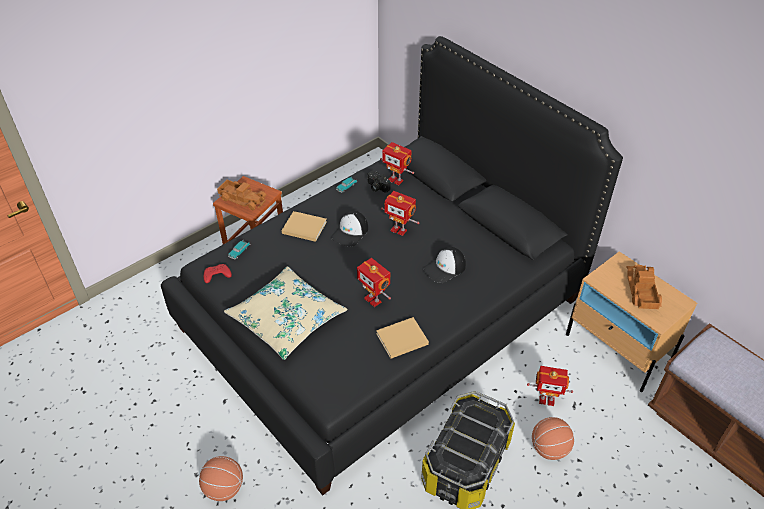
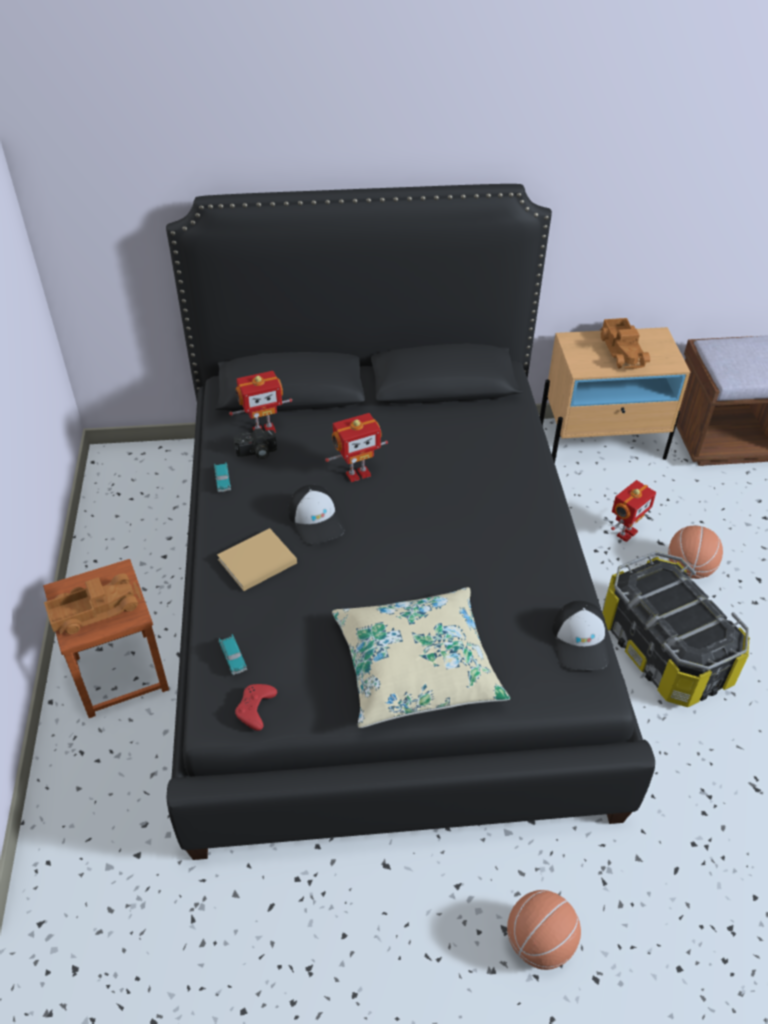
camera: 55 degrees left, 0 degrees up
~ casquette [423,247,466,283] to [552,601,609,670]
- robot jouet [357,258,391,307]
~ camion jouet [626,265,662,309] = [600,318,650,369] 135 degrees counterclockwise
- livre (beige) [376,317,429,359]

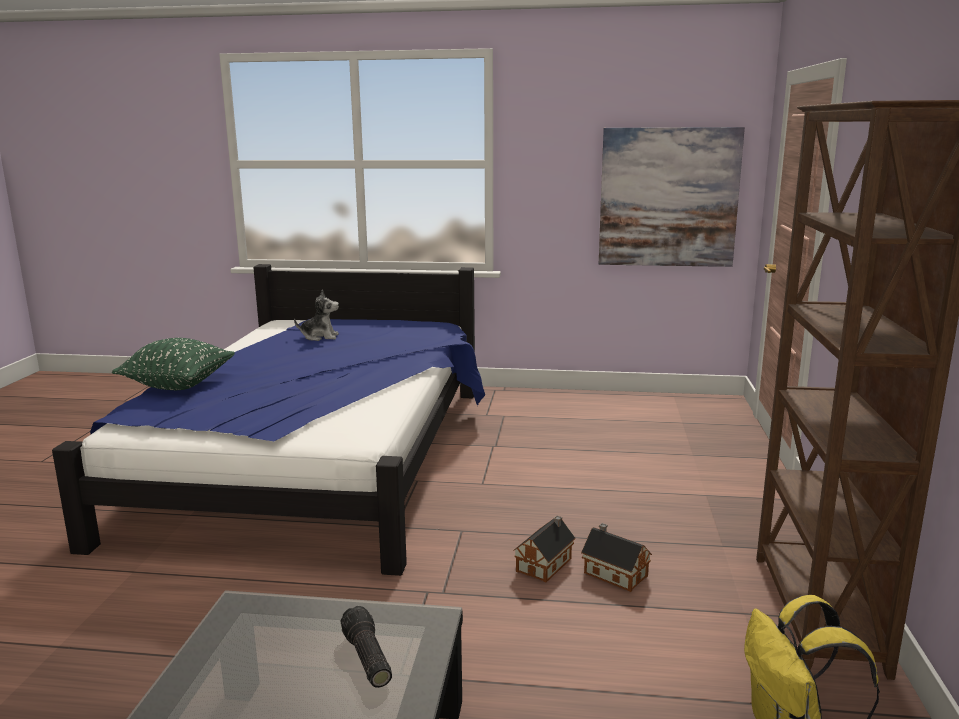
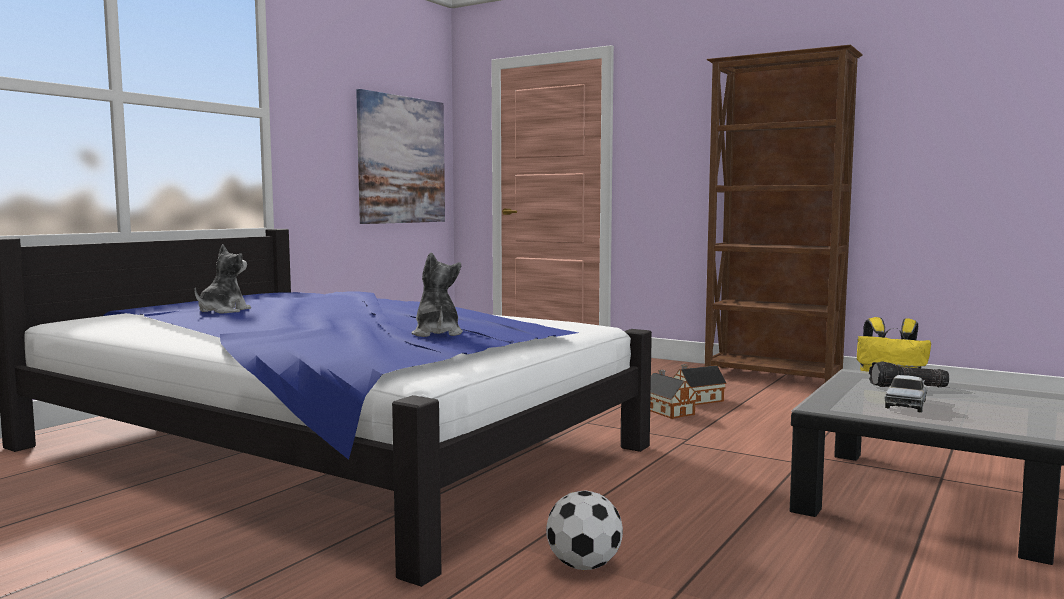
camera: 65 degrees left, 10 degrees down
- coussin (vert) [112,338,235,390]
+ peluche [412,252,463,337]
+ camion jouet [884,375,927,412]
+ ballon de foot [546,490,623,570]

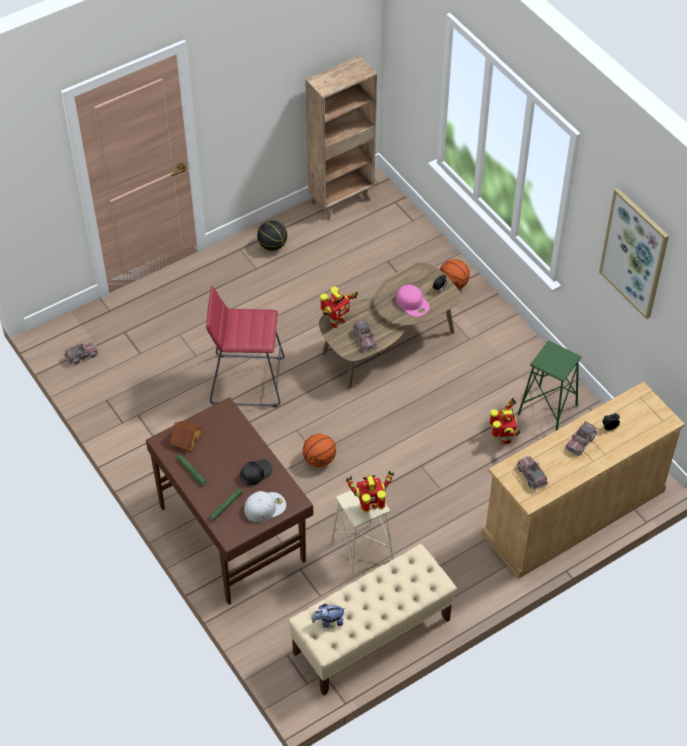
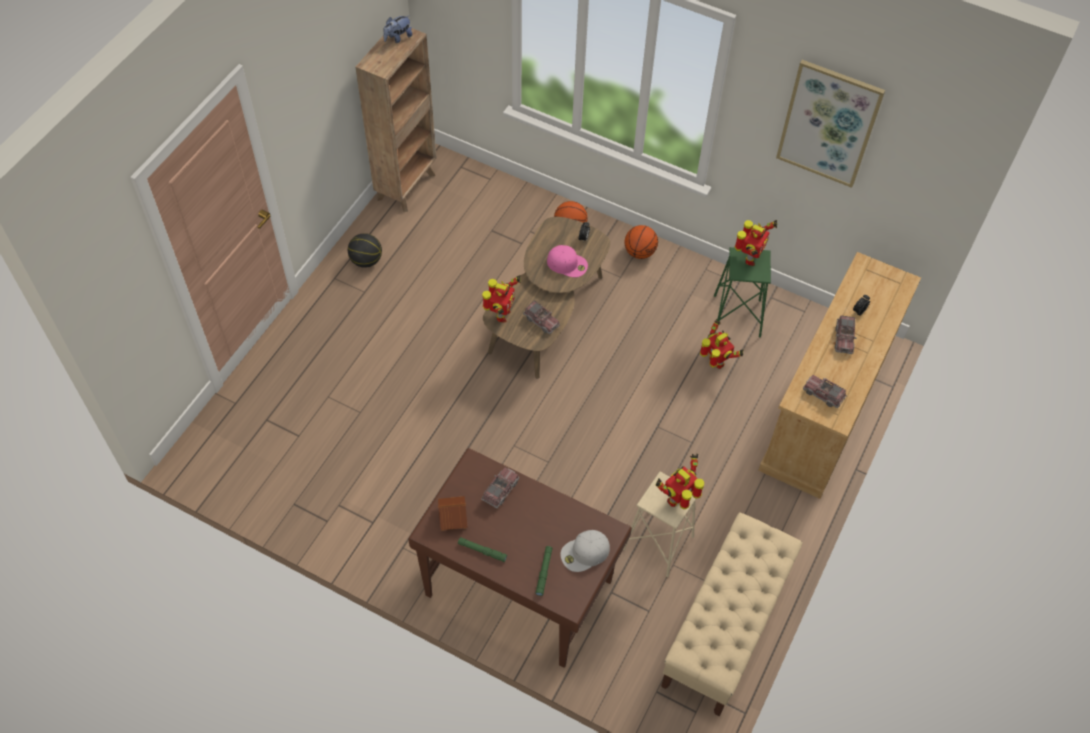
camera: 30 degrees left, 5 degrees up
- tabouret (rouge) [206,286,284,407]
~ camion jouet [64,342,98,365] to [481,468,519,508]
~ ballon de basket [303,434,336,467] to [624,225,658,259]
- casquette (noir) [240,460,272,485]
~ casquette (blanc) [244,491,286,522] = [561,530,610,572] 150 degrees counterclockwise
~ peluche [312,603,345,628] to [383,15,412,43]
+ robot jouet [735,220,777,266]

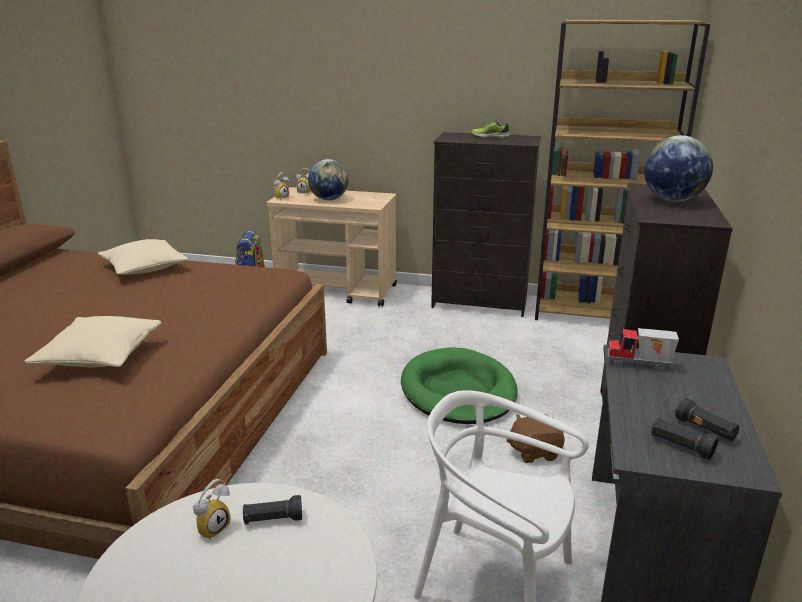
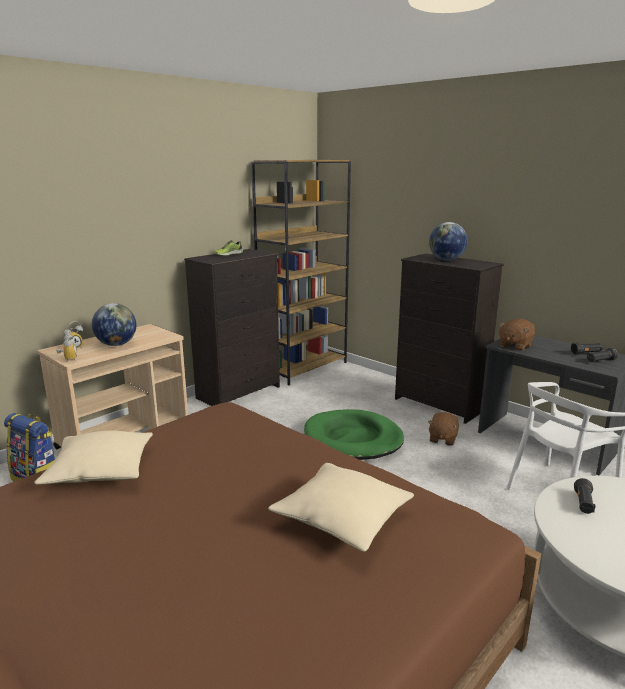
camera: 60 degrees left, 5 degrees down
~ camion jouet [607,328,679,371] to peluche (marron) [498,319,535,351]
- réveil [192,479,230,540]

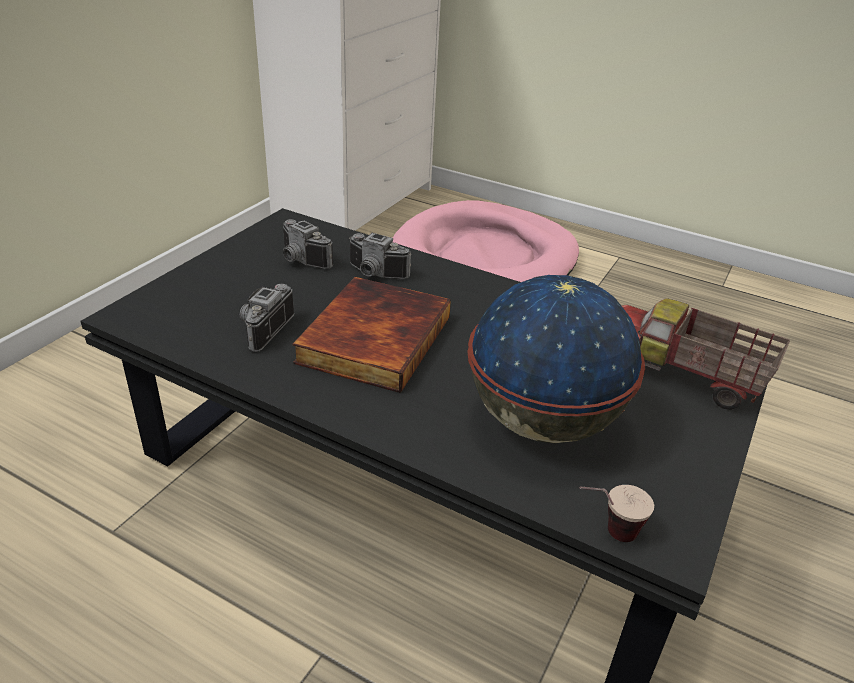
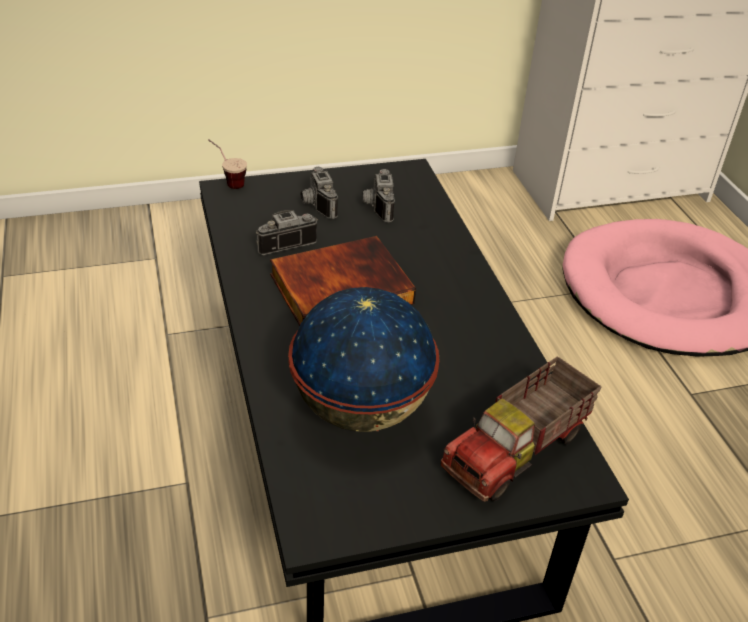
camera: 45 degrees right, 5 degrees up
~ appareil photo [349,233,411,279] to [301,167,338,219]
~ camion jouet [621,298,790,410] = [441,357,601,502] 120 degrees counterclockwise
~ tasse [580,485,654,542] to [208,139,247,189]

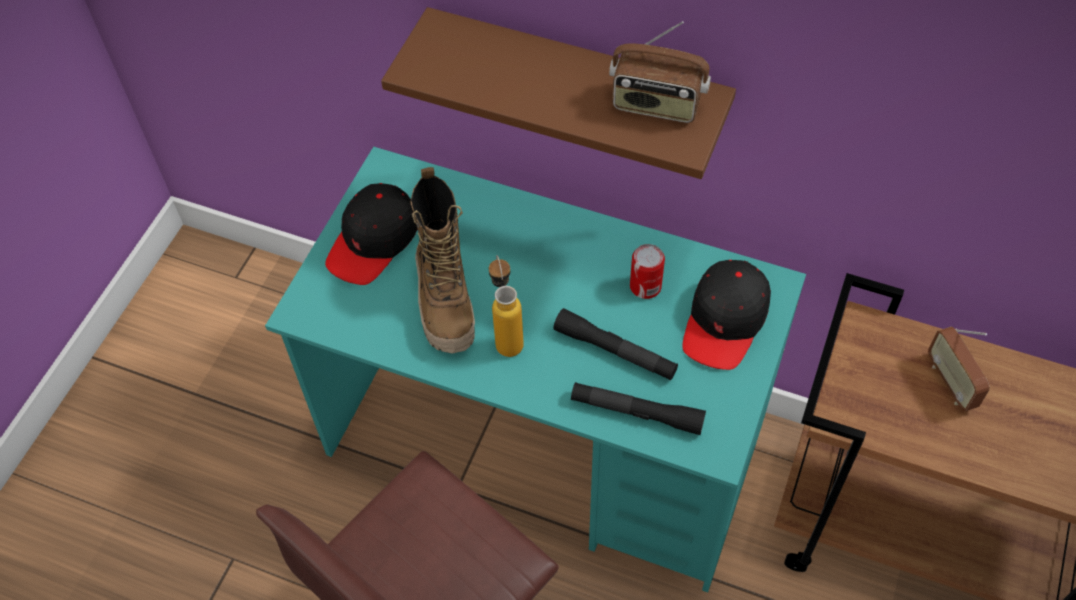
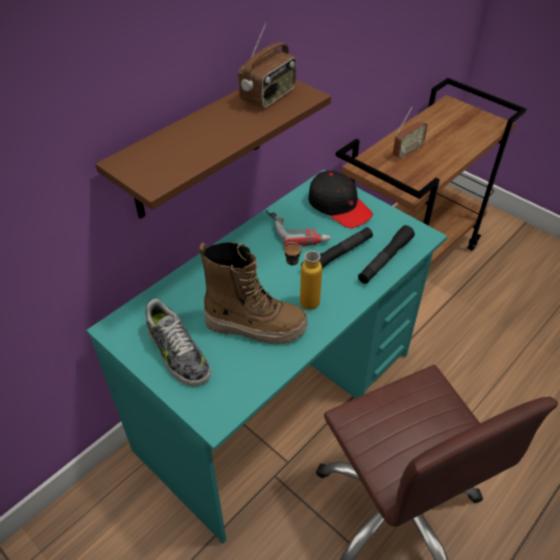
camera: 70 degrees left, 10 degrees down
~ casquette (noir) [325,183,417,285] to chaussure [145,299,211,386]
~ boîte métallique [630,244,665,299] to perceuse [266,210,331,247]
~ radio [928,326,990,411] = [393,107,428,159] 45 degrees counterclockwise

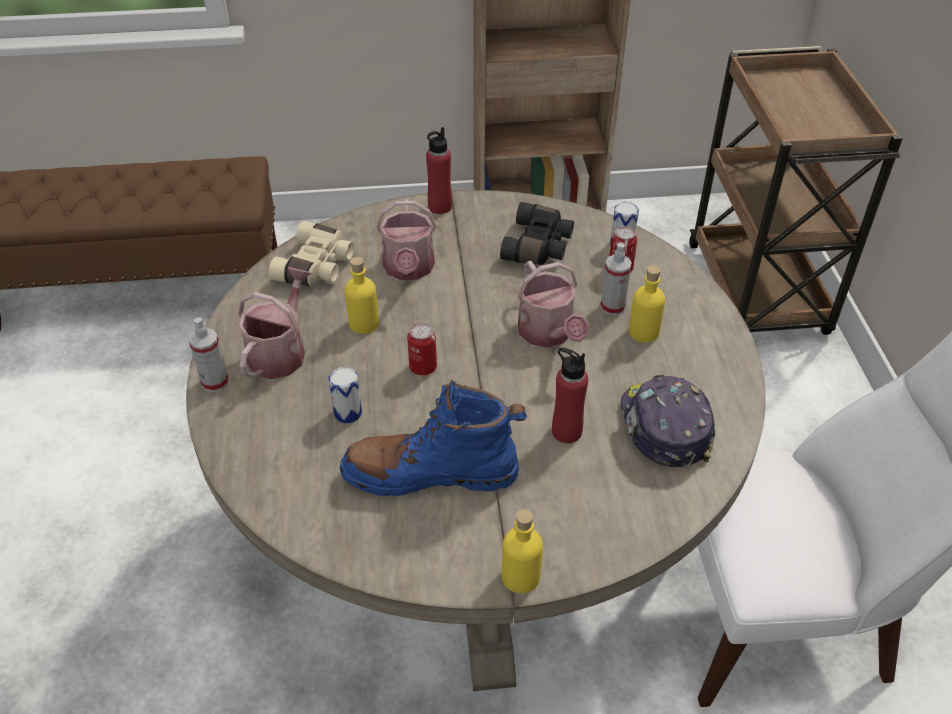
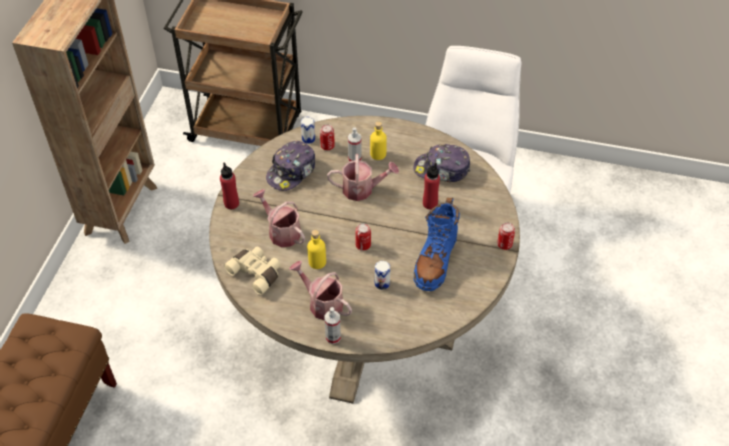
camera: 70 degrees left, 5 degrees up
~ arrosoir [377,200,436,280] = [253,189,305,247] 150 degrees counterclockwise
~ jumelles (noir) [500,202,574,265] to casquette [266,141,315,191]
~ bouteille (jaune) [502,509,543,594] to boîte métallique [497,222,515,250]

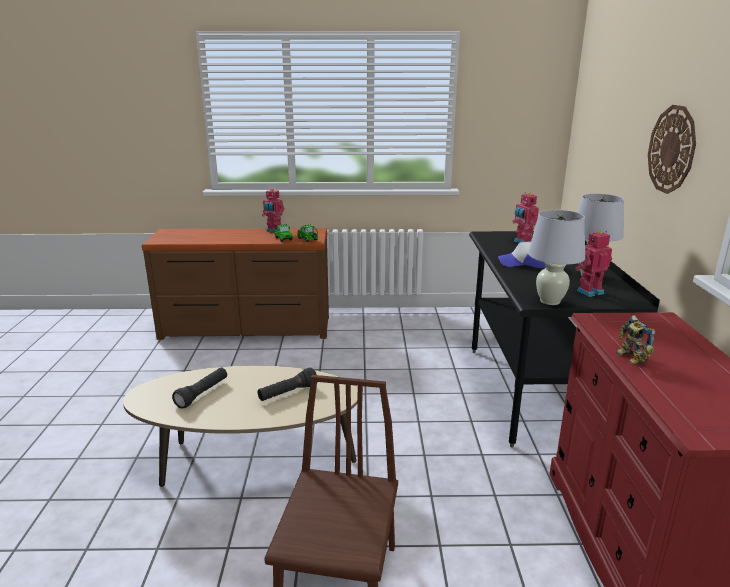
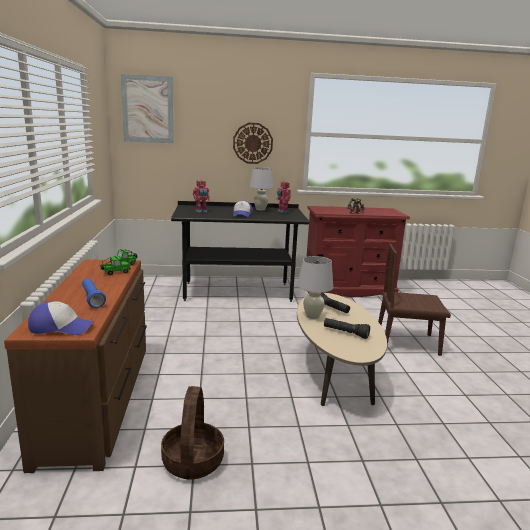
camera: 95 degrees left, 5 degrees down
- robot jouet [262,189,285,233]
~ lampe de table (blanc) [528,210,585,305] to [297,256,333,319]
+ tableau [121,74,174,143]
+ lampe de poche (bleu) [82,278,106,308]
+ casquette [28,301,93,335]
+ panier [161,386,224,479]

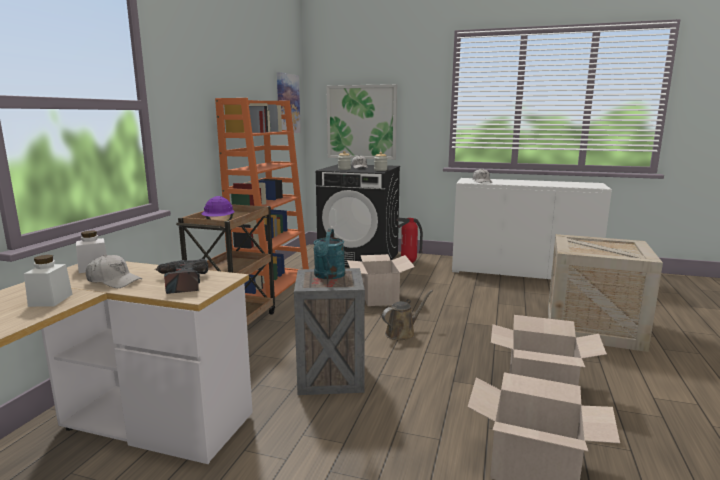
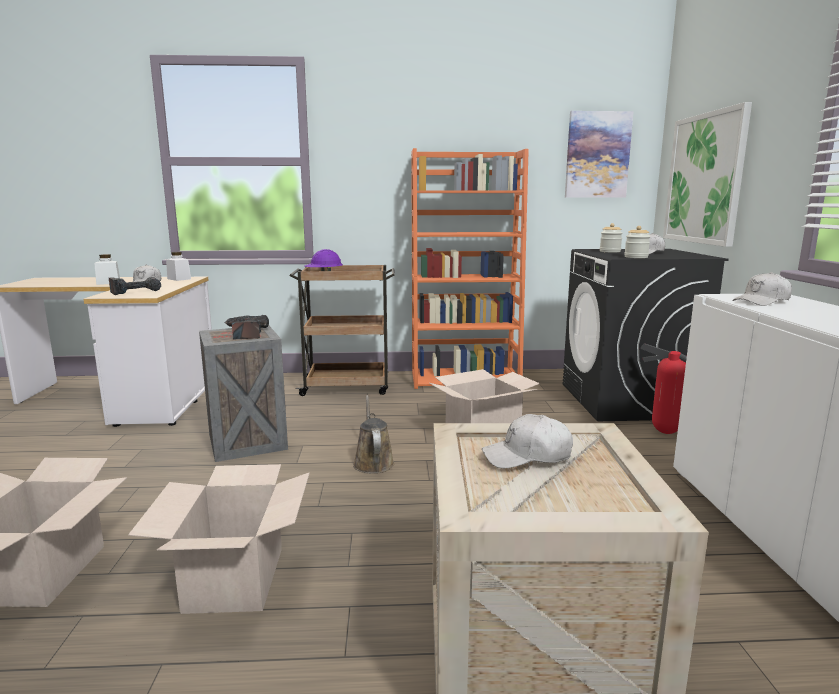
camera: 70 degrees right, 0 degrees up
~ arrosoir (turquoise) [313,229,345,279] to perceuse [224,315,269,340]
~ arrosoir (marron) [382,290,433,340] = [353,395,395,474] 135 degrees counterclockwise
+ casquette (blanc) [482,414,573,468]

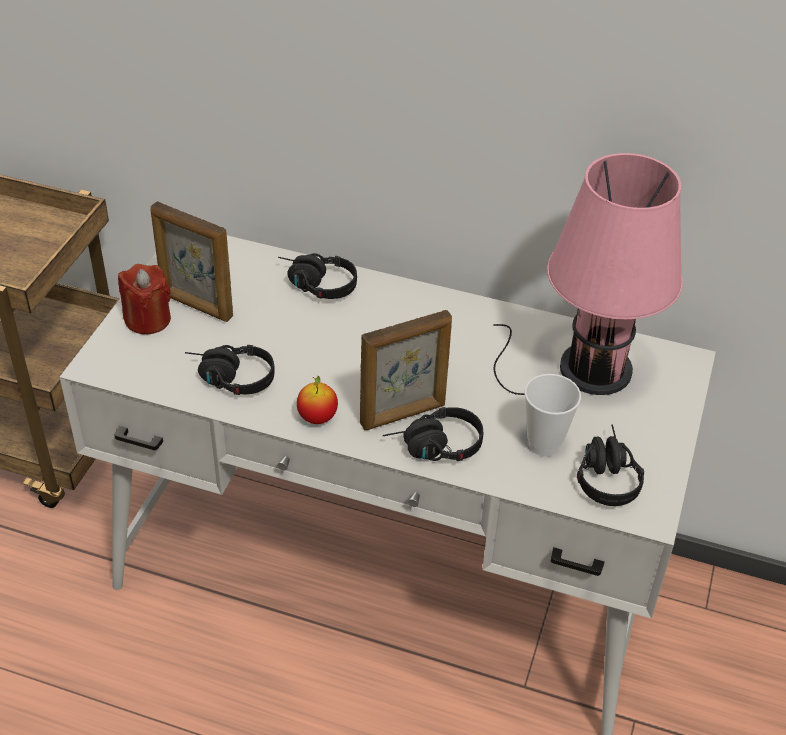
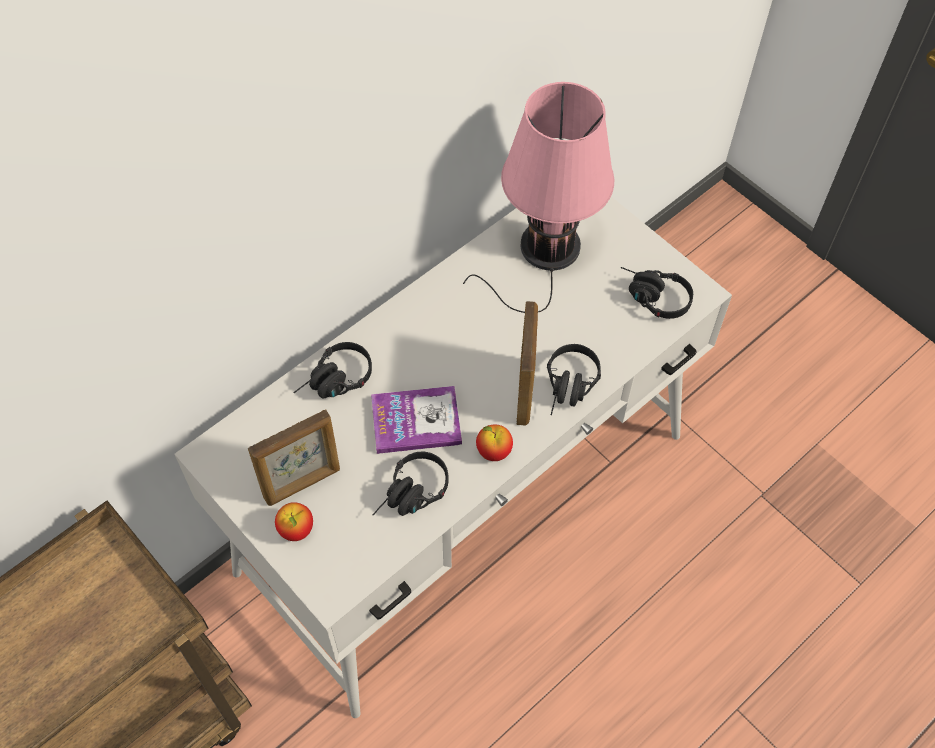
camera: 60 degrees left, 15 degrees up
~ bougie (rouge) [118,264,171,334] to pomme [275,502,313,541]
- tasse [525,374,581,457]
+ livre [371,386,462,454]

